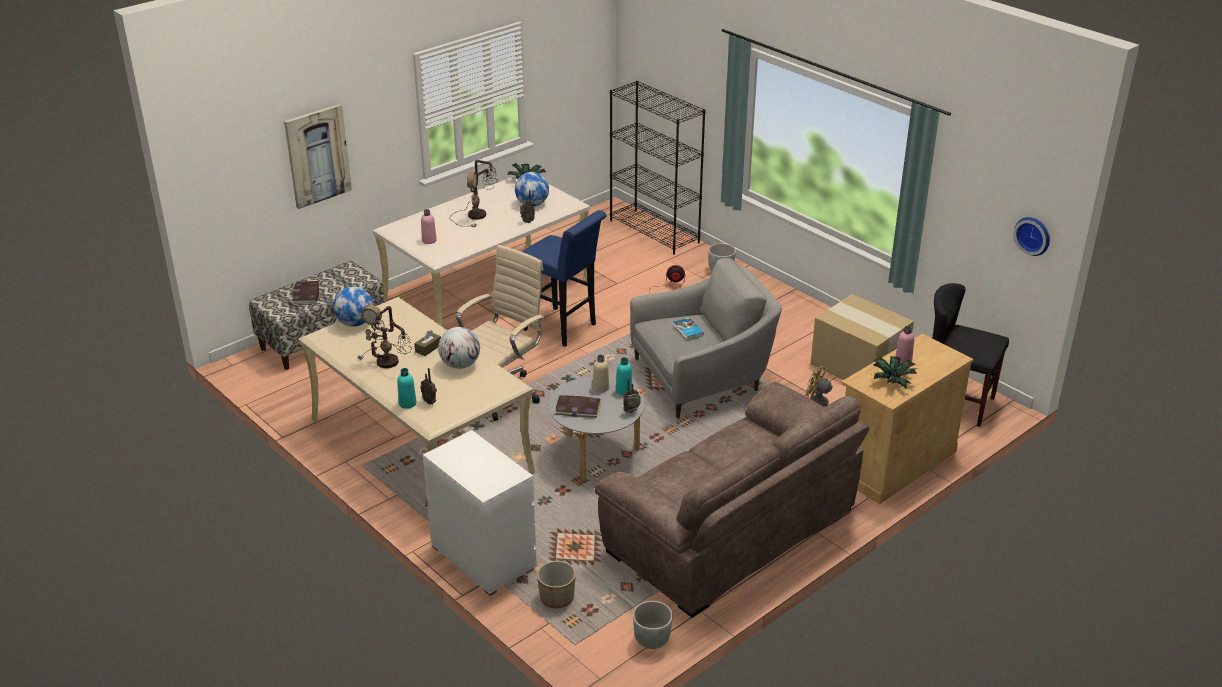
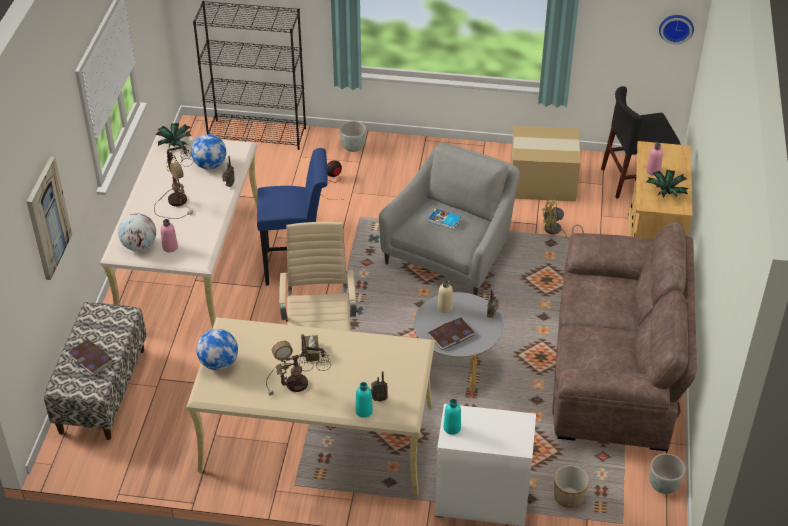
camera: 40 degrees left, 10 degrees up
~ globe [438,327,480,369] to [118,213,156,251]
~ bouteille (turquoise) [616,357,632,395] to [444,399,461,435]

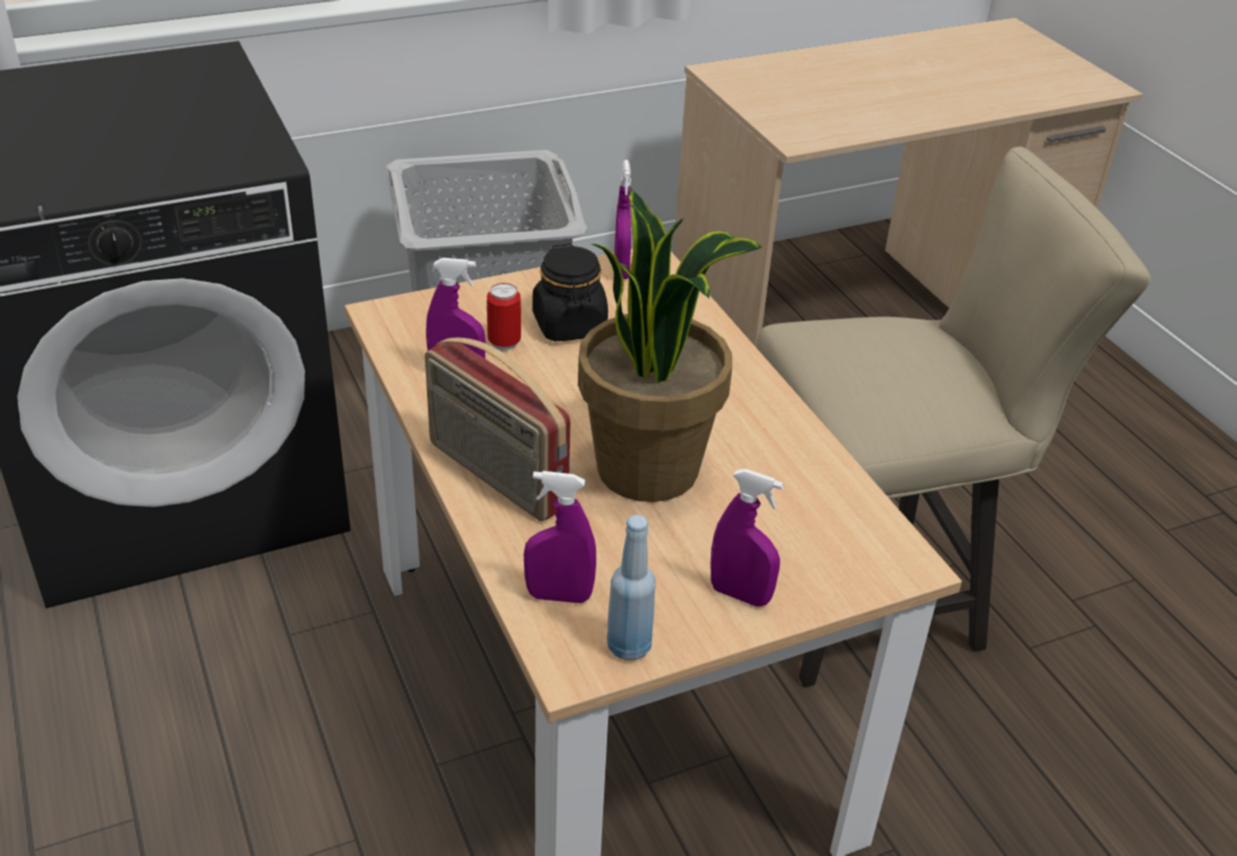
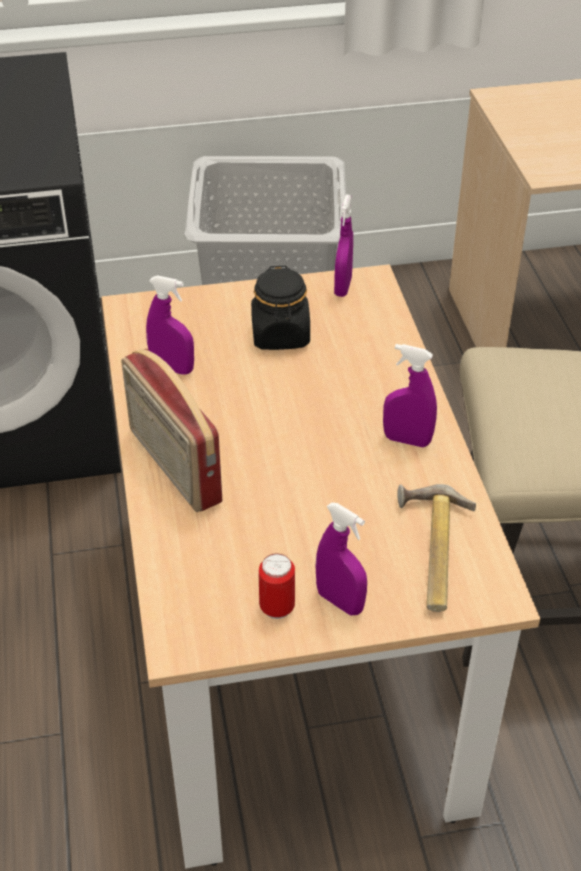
camera: 15 degrees right, 5 degrees up
- plante en pot [578,188,762,502]
~ boîte métallique [487,283,521,351] to [259,554,295,619]
~ vaporisateur (violet) [524,471,596,603] to [383,344,437,447]
- bouteille (bleu) [607,515,656,660]
+ marteau [397,484,476,612]

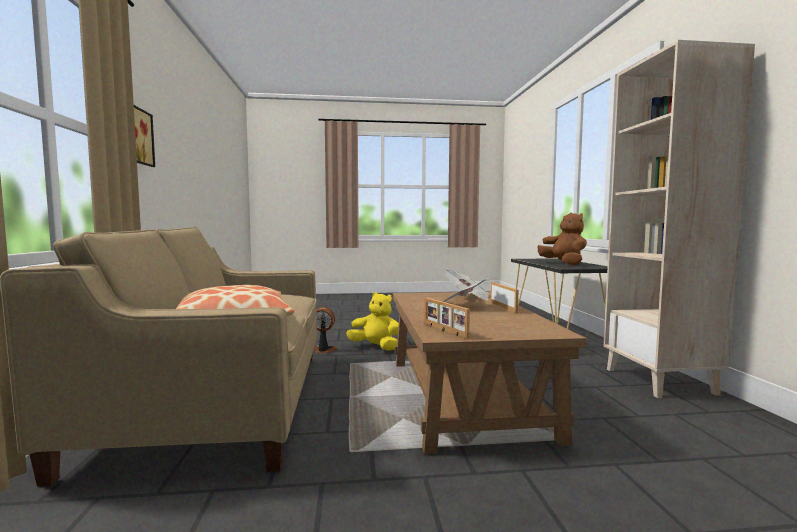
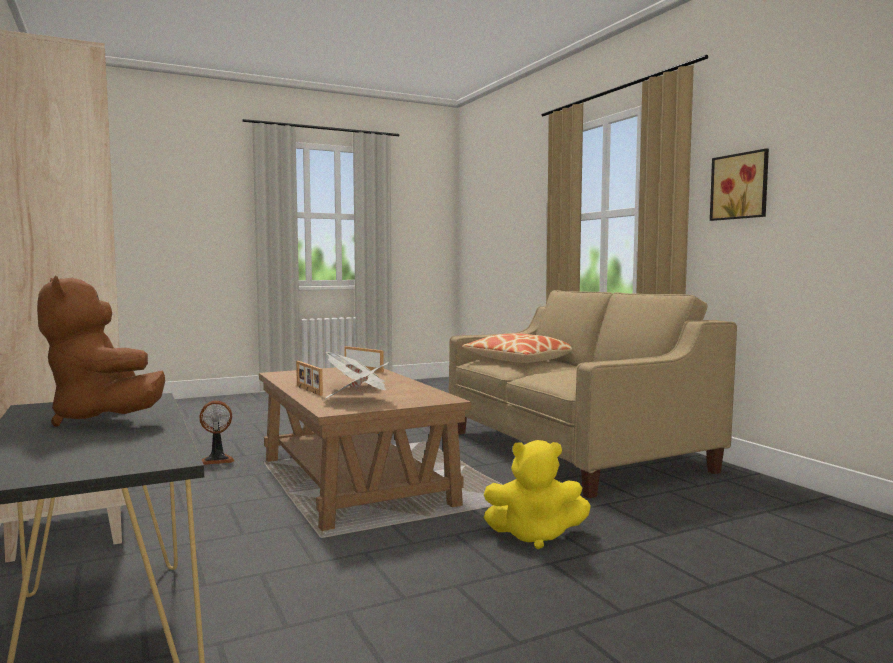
camera: 160 degrees right, 0 degrees up
~ ventilateur [314,307,338,353] to [200,401,235,465]

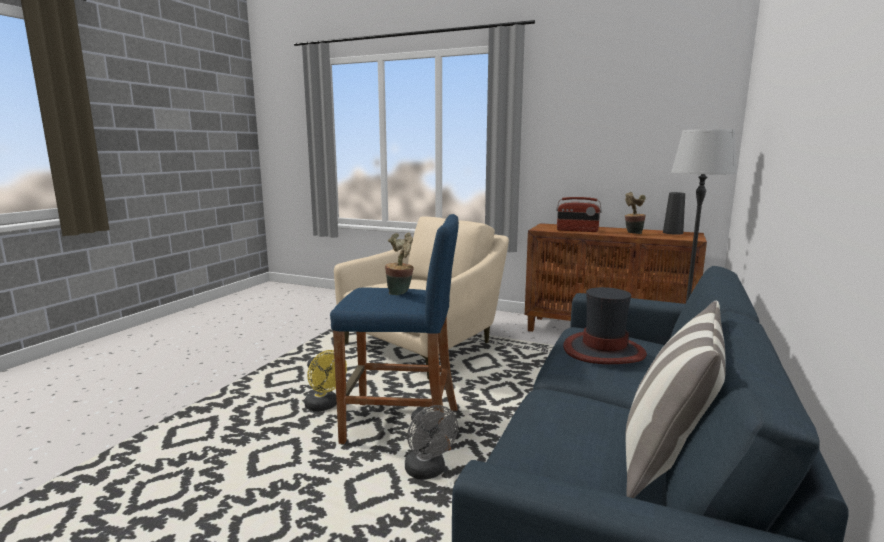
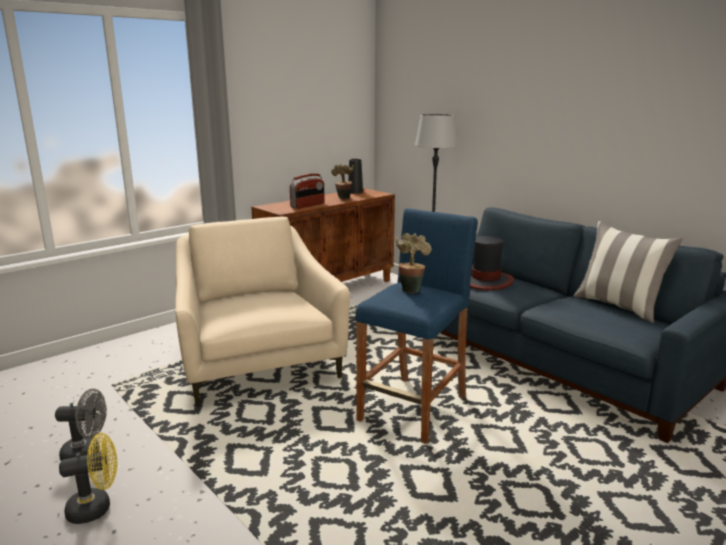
camera: 65 degrees left, 5 degrees up
~ ventilateur (jaune) [304,350,347,411] to [59,433,117,524]
~ ventilateur (gris) [405,405,458,480] to [55,389,107,461]

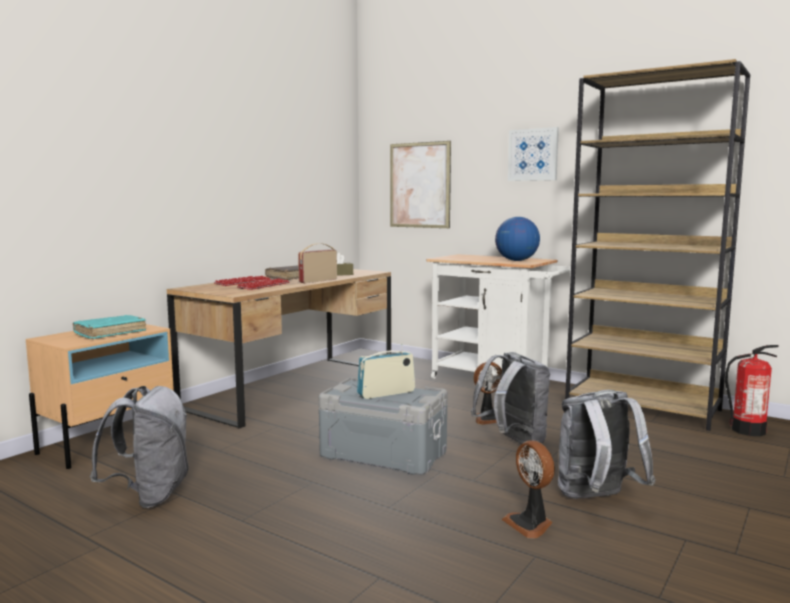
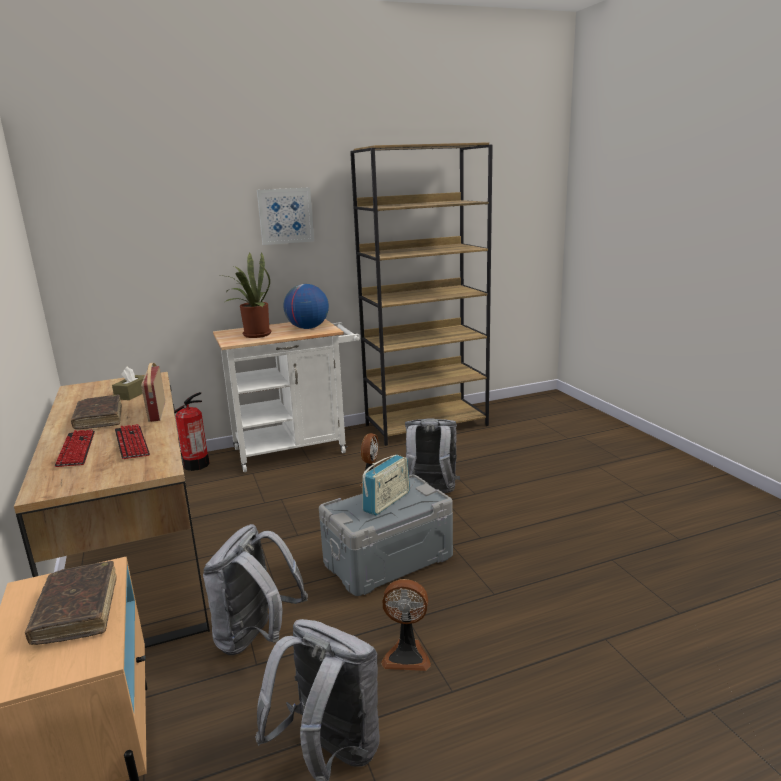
camera: 55 degrees left, 10 degrees up
- tableau [390,141,451,228]
~ livre (turquoise) [73,315,146,339] to livre (marron) [25,561,117,645]
~ radio [357,344,415,399] = [362,455,410,516] 150 degrees counterclockwise
~ extincteur [725,345,779,436] to [174,392,210,471]
~ sac à dos (gris) [558,390,656,499] to [203,524,308,655]
~ ventilateur [501,440,555,539] to [381,579,431,671]
+ plante en pot [217,252,271,338]

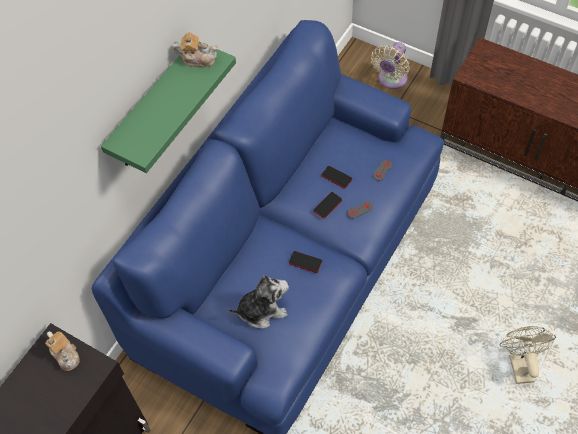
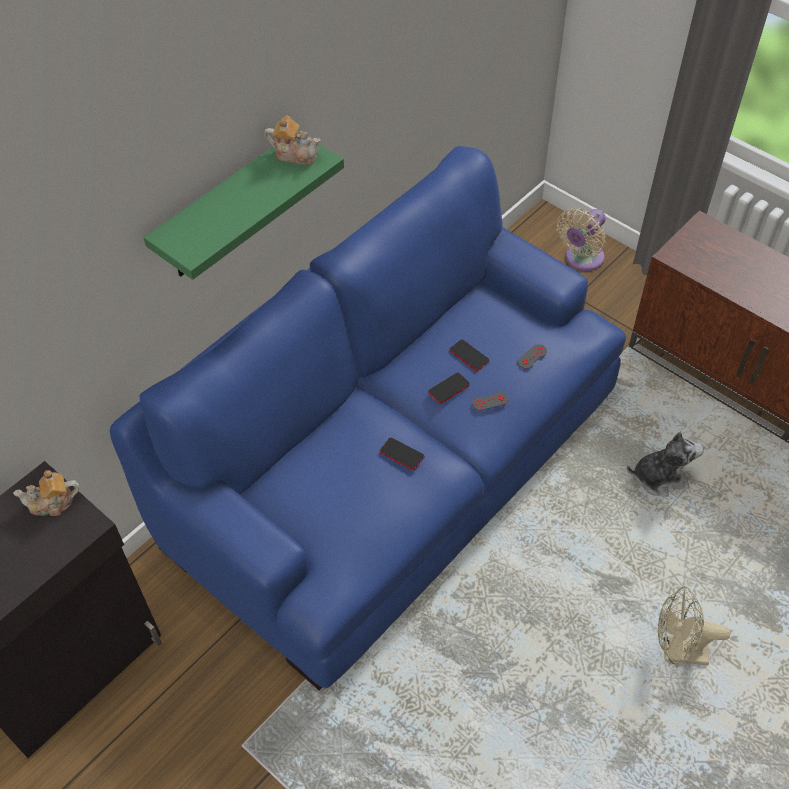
camera: 10 degrees right, 5 degrees down
~ peluche [228,275,289,328] to [627,432,704,497]
~ ventilateur (beige) [500,326,556,384] = [658,586,730,665] 90 degrees counterclockwise
~ théière [45,331,80,371] = [13,470,79,516] 105 degrees clockwise

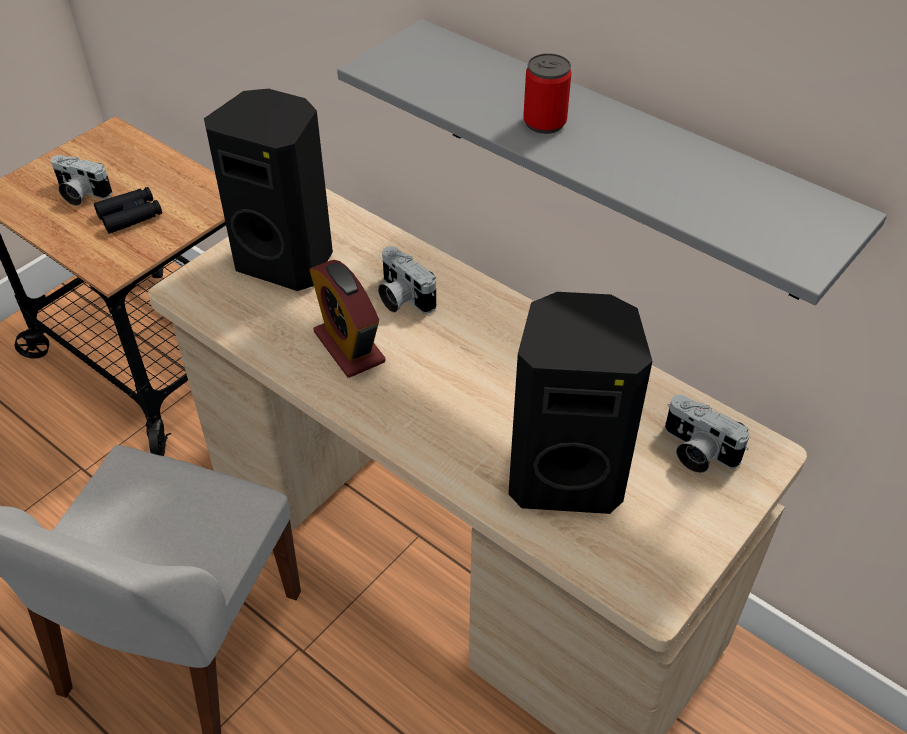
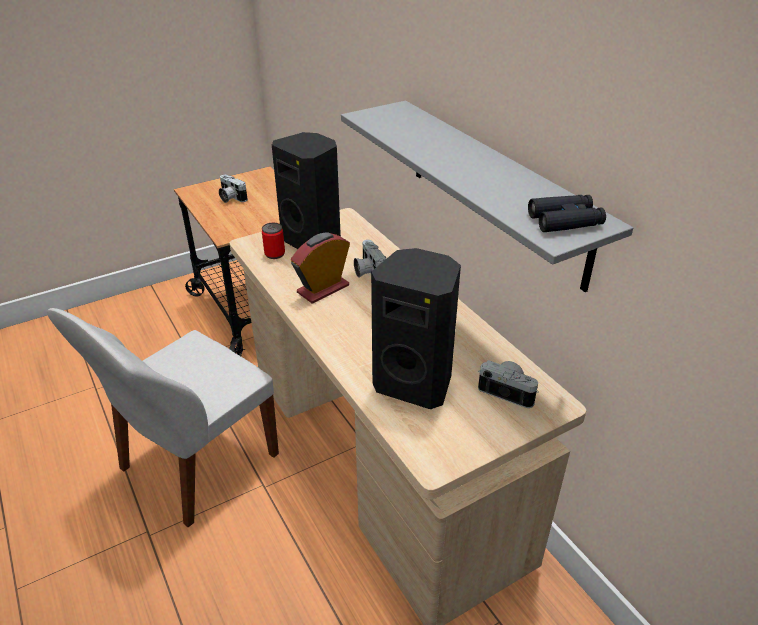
camera: 20 degrees right, 10 degrees down
~ boîte métallique [523,53,572,134] to [262,223,285,259]
~ jumelles (noir) [94,187,162,234] to [528,195,606,232]
~ réveil [310,260,385,378] = [291,233,350,304] 60 degrees clockwise
~ appareil photo [665,395,750,473] = [478,360,539,408] 150 degrees clockwise

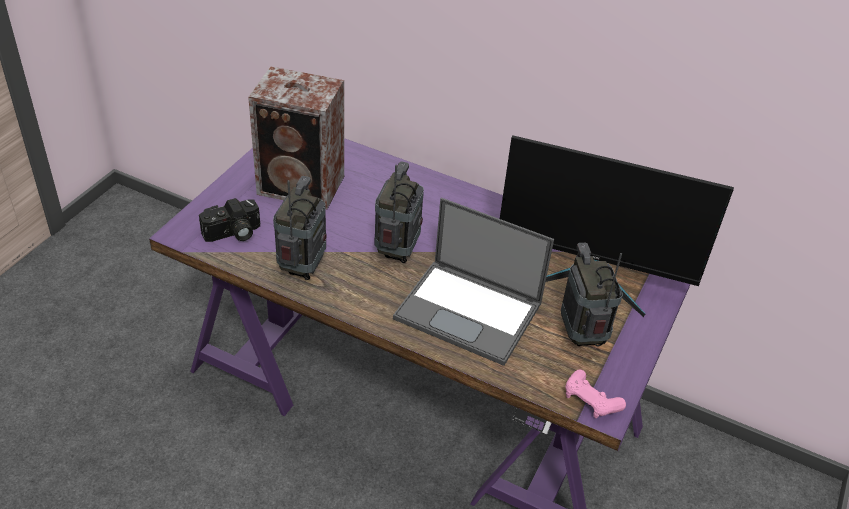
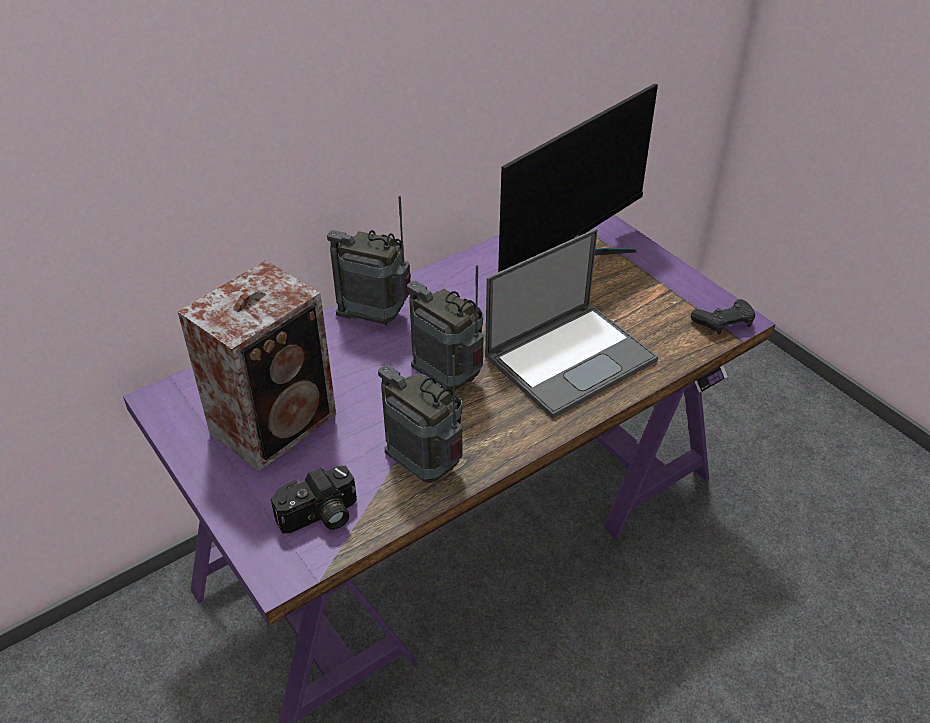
camera: 60 degrees left, 0 degrees up
~ appareil photo [199,198,260,242] = [271,466,357,533] 60 degrees clockwise
~ radio [561,243,623,347] to [327,196,411,325]
~ manette (rose) [565,370,626,418] to manette (noir) [691,299,755,335]

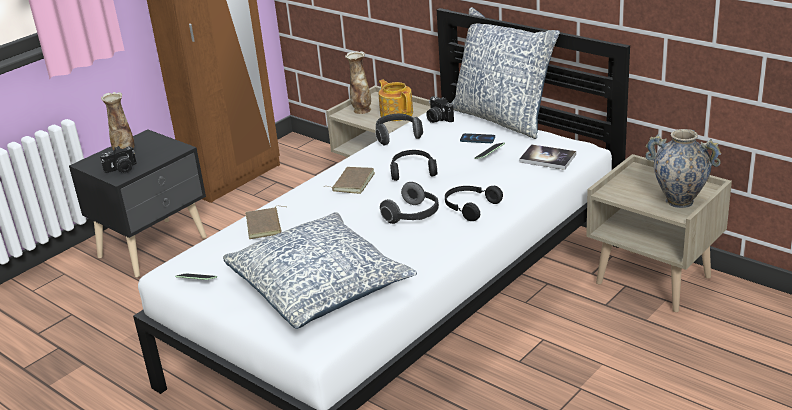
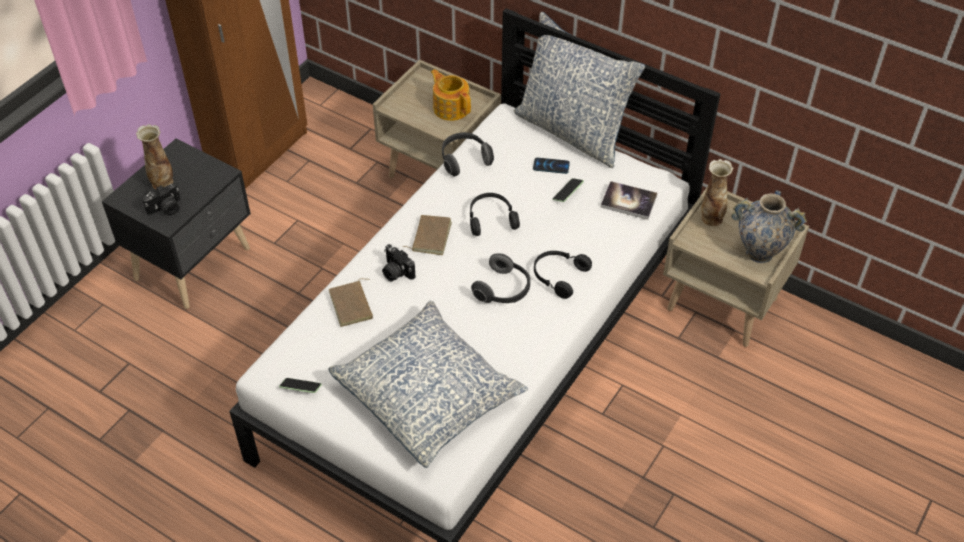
camera: 10 degrees left, 20 degrees up
~ vase [345,51,371,114] to [701,159,733,226]
~ appareil photo [426,96,454,123] to [382,244,416,282]

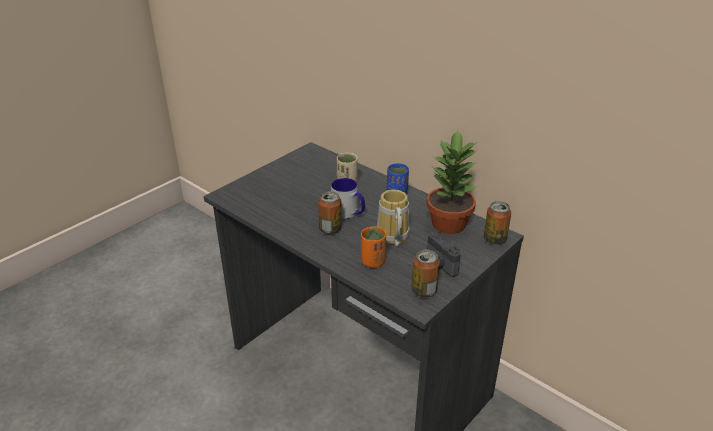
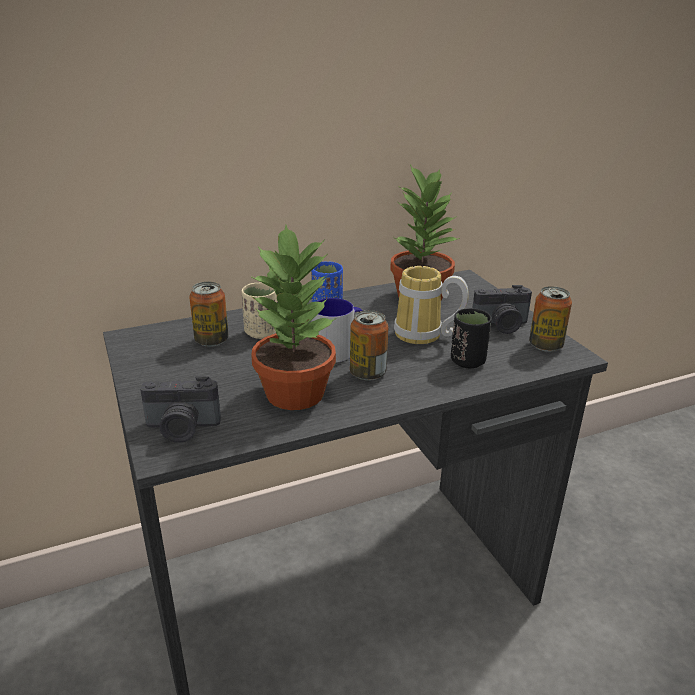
camera: 65 degrees left, 5 degrees down
~ boîte métallique [484,201,511,245] to [189,282,228,347]
~ tasse (orange) [361,226,386,268] to tasse (noir) [451,308,492,368]
+ plante en pot [250,225,337,410]
+ appareil photo [140,376,221,443]

